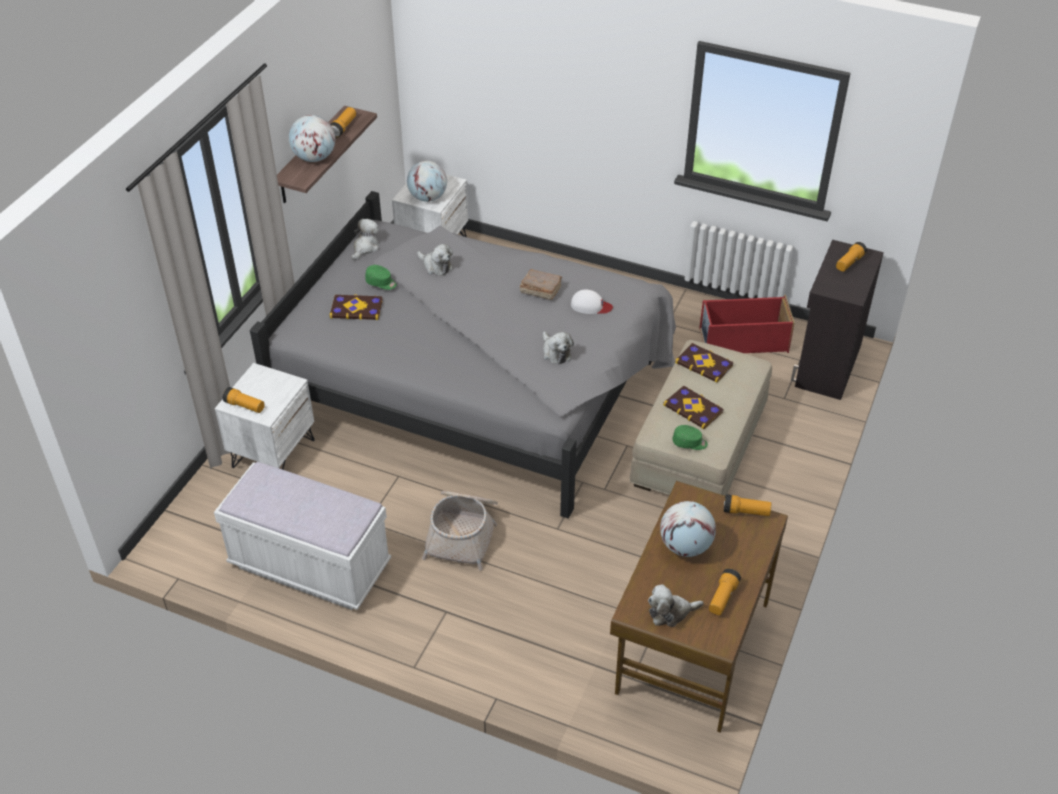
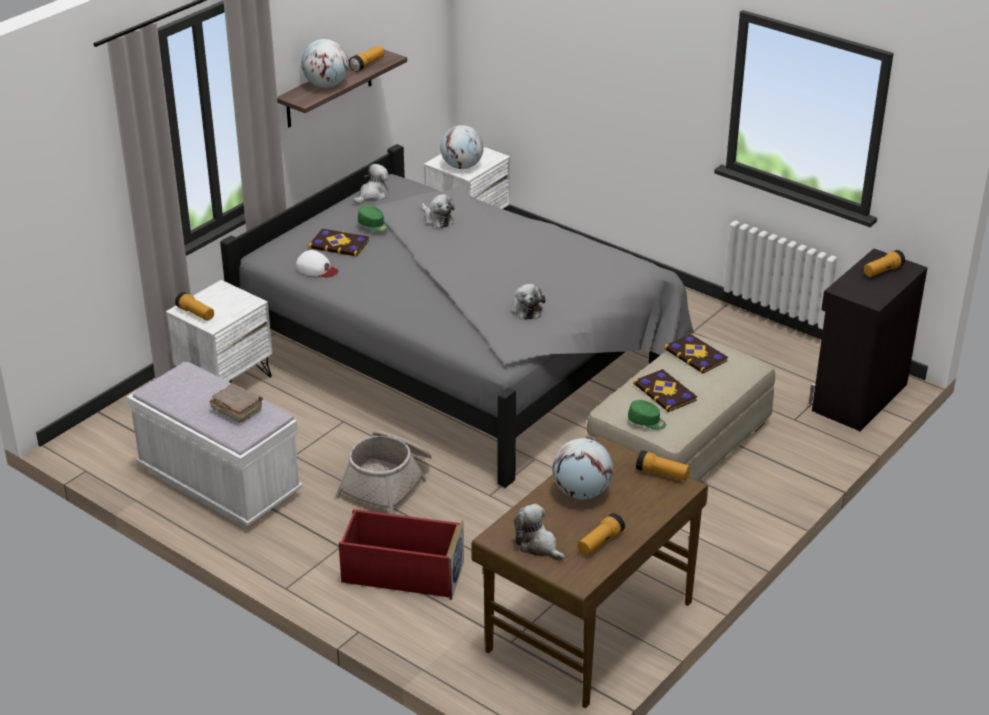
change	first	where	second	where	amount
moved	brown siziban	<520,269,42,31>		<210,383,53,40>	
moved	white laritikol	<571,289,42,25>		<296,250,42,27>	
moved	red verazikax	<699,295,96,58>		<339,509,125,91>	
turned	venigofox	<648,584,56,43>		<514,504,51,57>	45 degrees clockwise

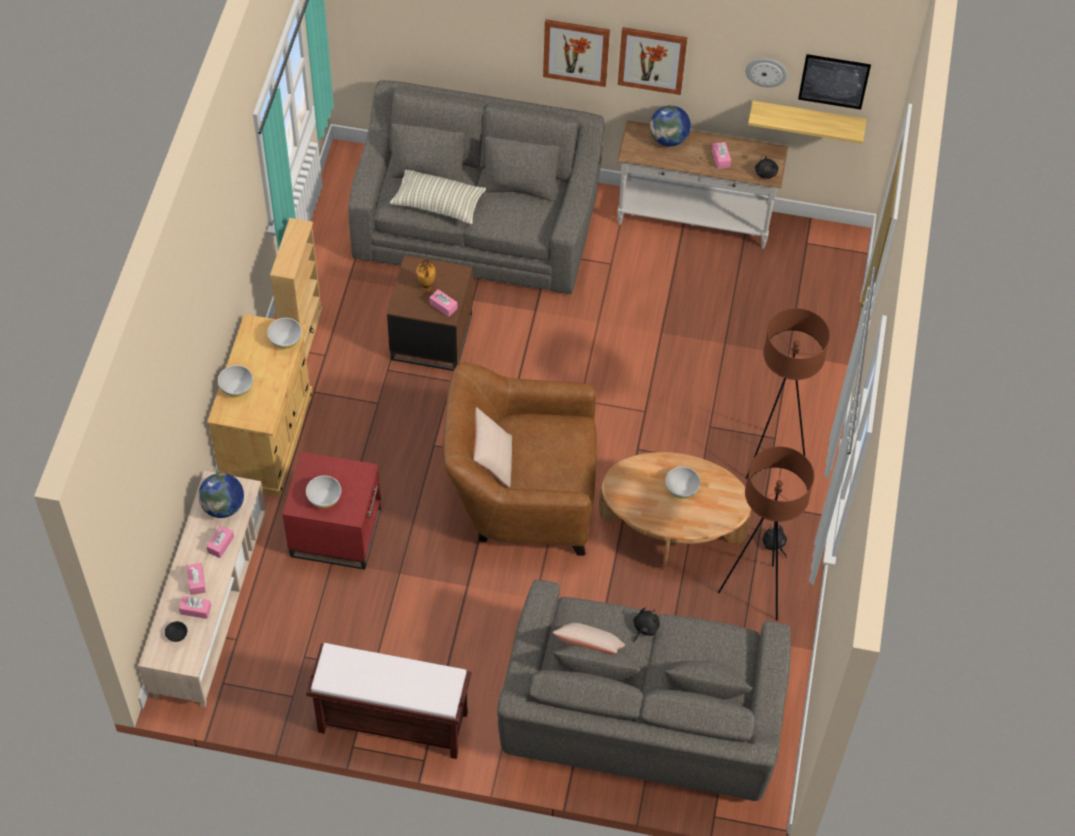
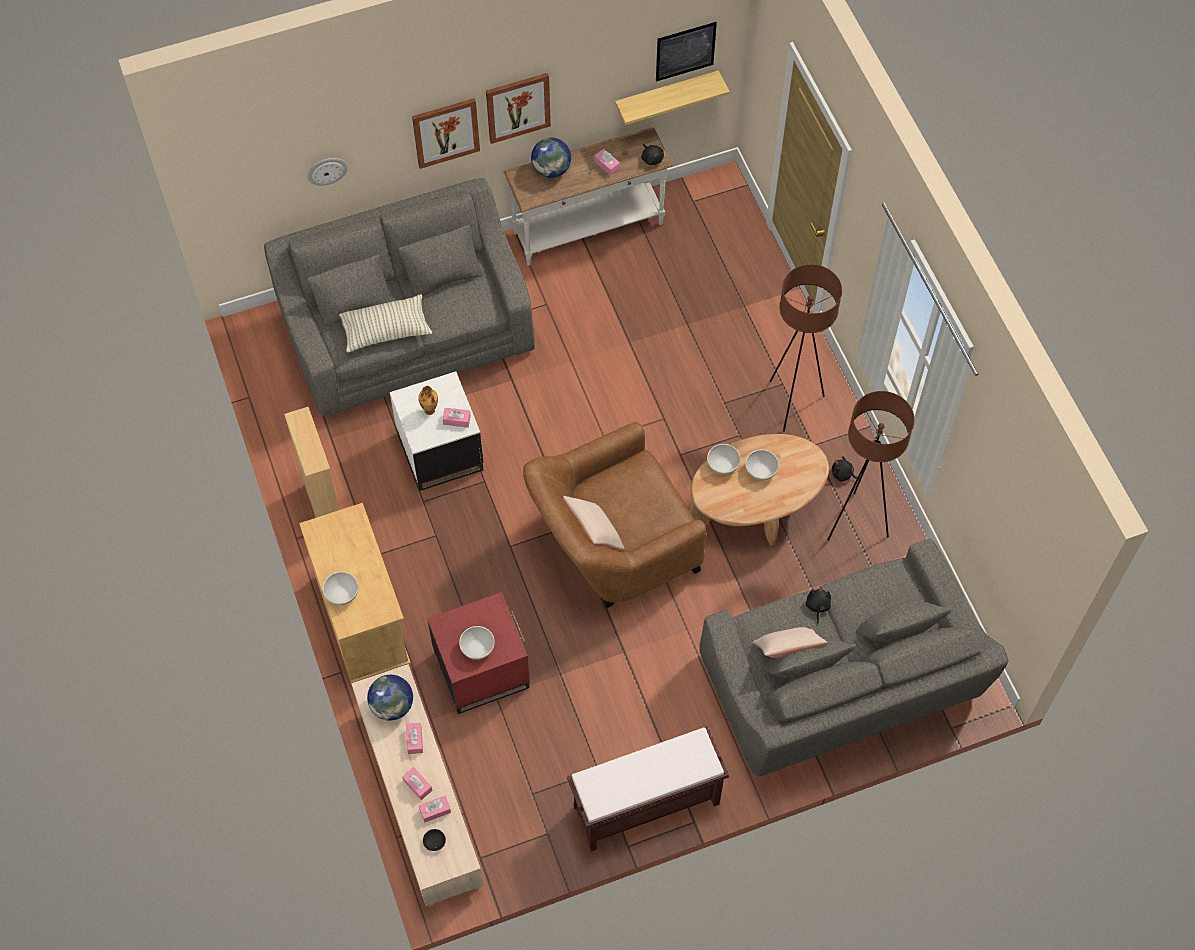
change	first	where	second	where	amount
moved	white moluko	<267,318,35,31>		<707,444,33,31>	
moved	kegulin	<746,58,41,29>		<307,158,41,28>	
recoloured	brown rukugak	<387,255,86,116>	white rukugak	<390,371,94,120>	

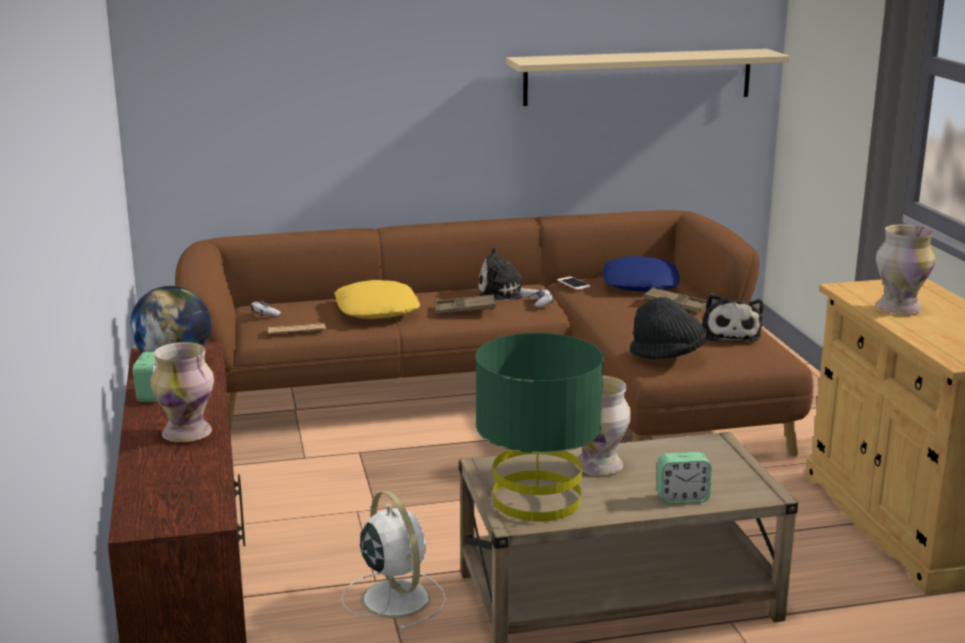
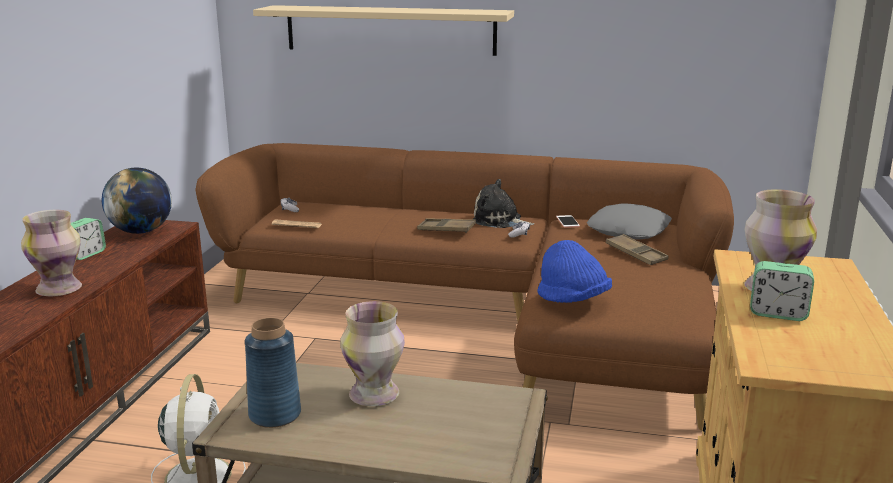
change	first	where	second	where	amount
removed	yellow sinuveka	<334,280,86,39>			
removed	venigofox	<702,293,61,48>			
moved	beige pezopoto	<506,49,284,57>		<253,5,261,51>	
moved	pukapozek	<657,452,55,52>		<750,261,64,60>	
replaced	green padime	<476,333,128,189>	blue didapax	<245,318,56,110>	
recoloured	blue sinuveka	<603,256,77,36>	grey sinuveka	<587,203,85,37>	
recoloured	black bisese	<630,297,78,62>	blue bisese	<537,240,75,63>	

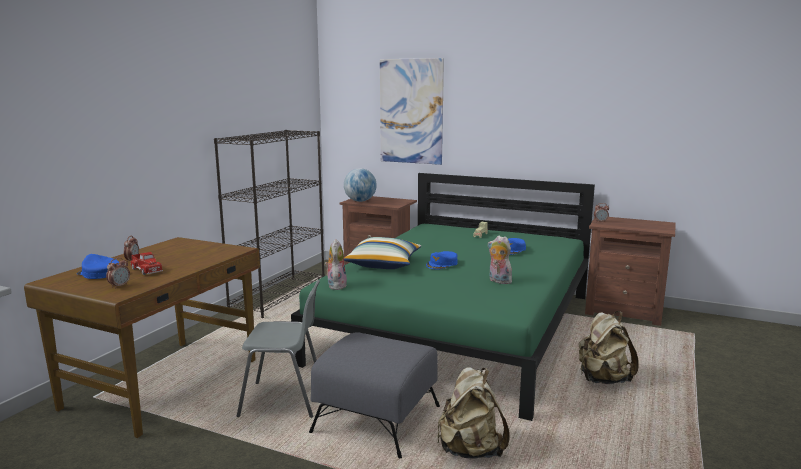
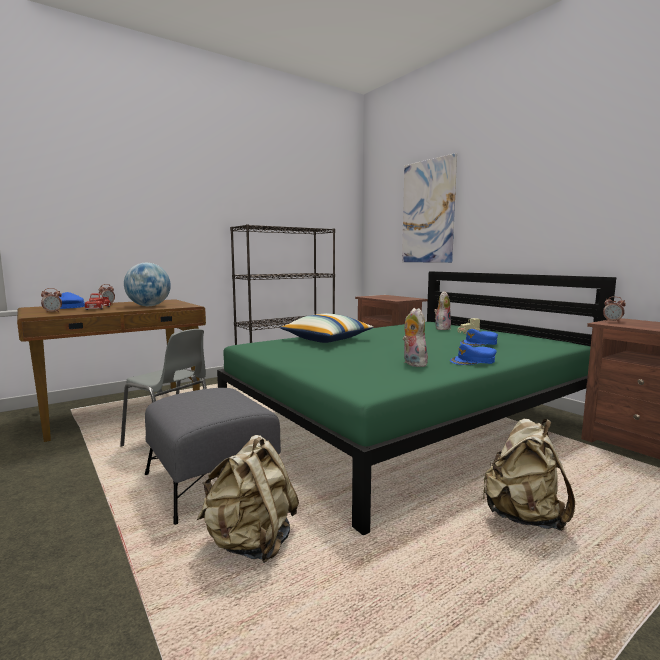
change	first	where	second	where	amount
moved	venigofox	<324,239,23,51>		<434,291,17,39>	
moved	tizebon	<344,168,33,34>		<124,263,47,43>	
moved	blue laritikol	<426,251,32,19>		<450,344,47,21>	

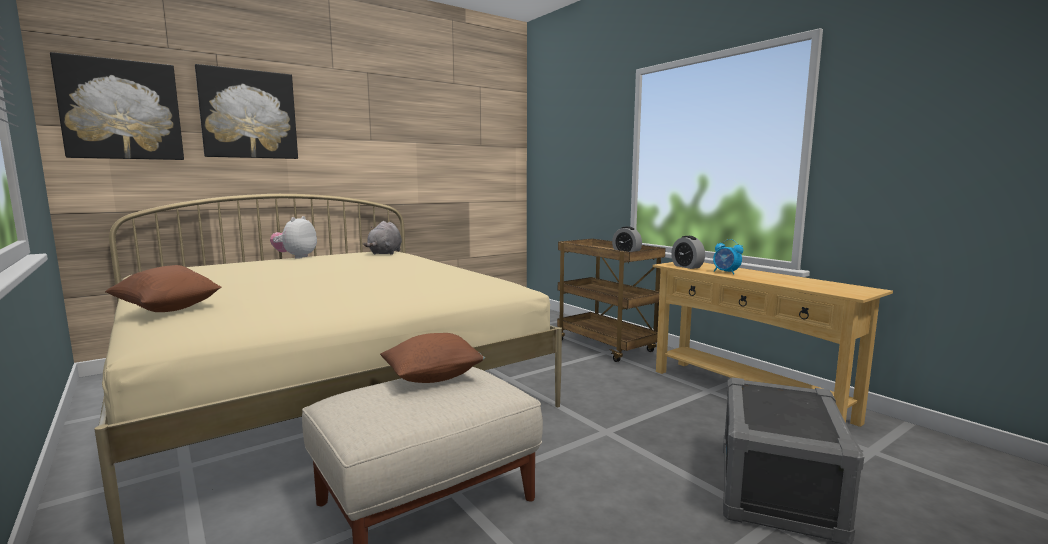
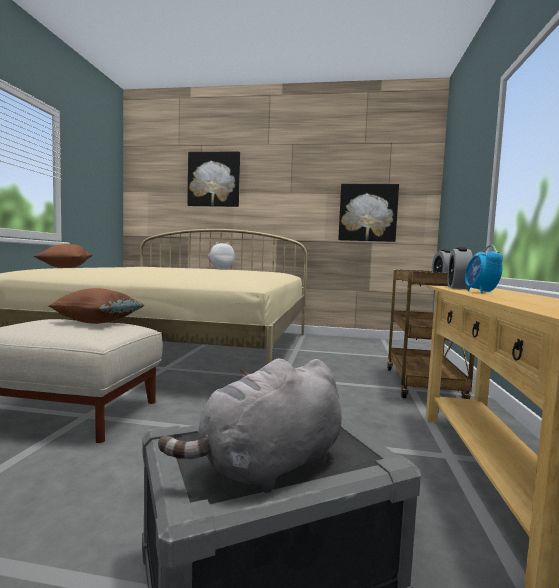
change	first	where	second	where	amount
moved	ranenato	<50,52,134,108>		<338,184,61,58>	
moved	grey venigofox	<363,221,39,34>		<158,358,184,135>	

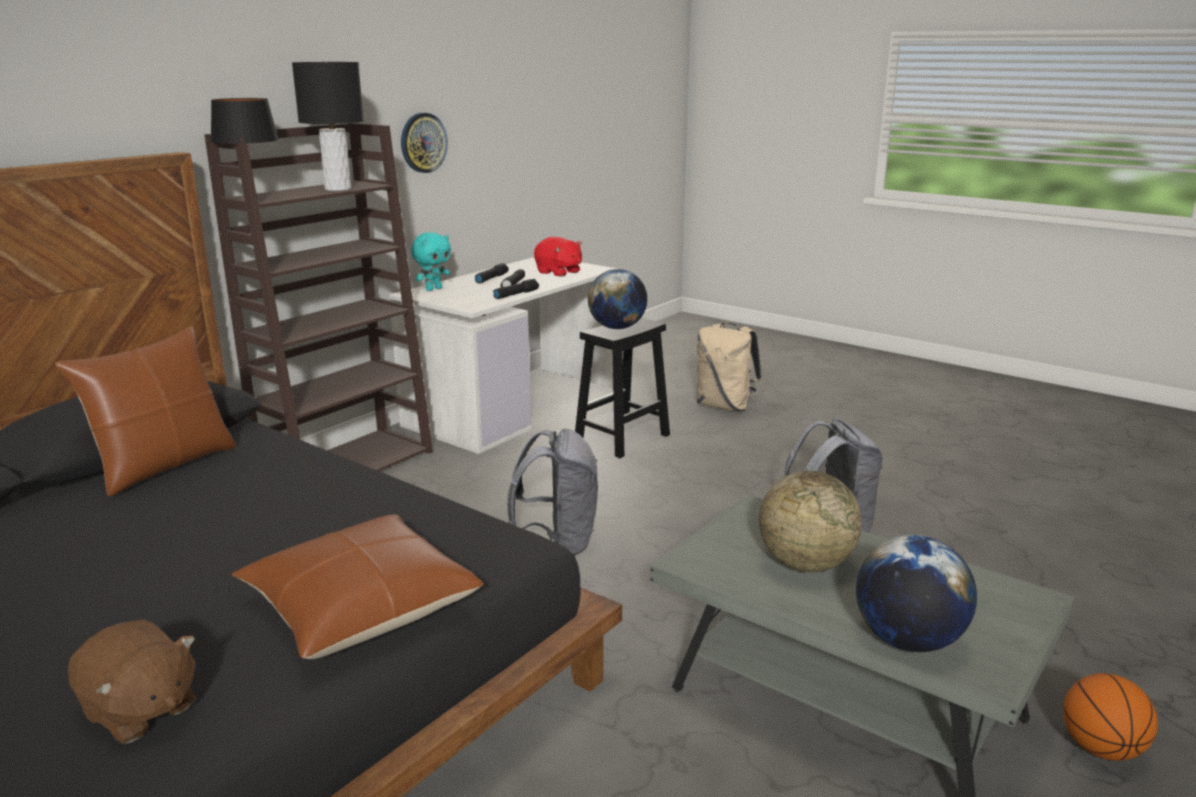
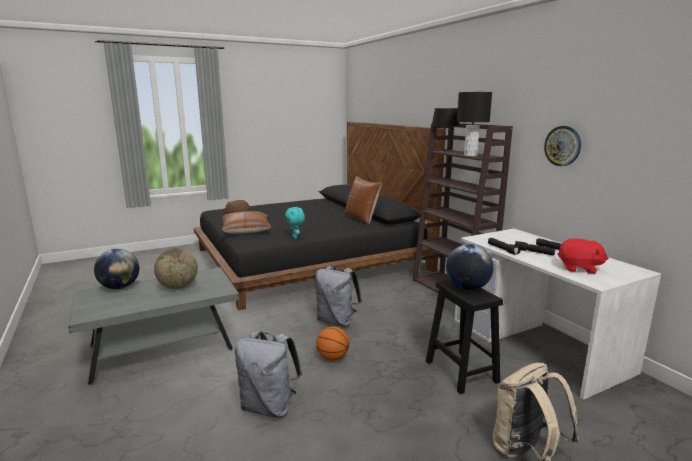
change	first	where	second	where	amount
moved	turquoise venigofox	<411,232,40,59>		<285,207,20,32>	
moved	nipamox	<1063,673,95,88>		<316,326,33,35>	
turned	red venigofox	<534,237,48,40>		<557,238,52,36>	135 degrees counterclockwise

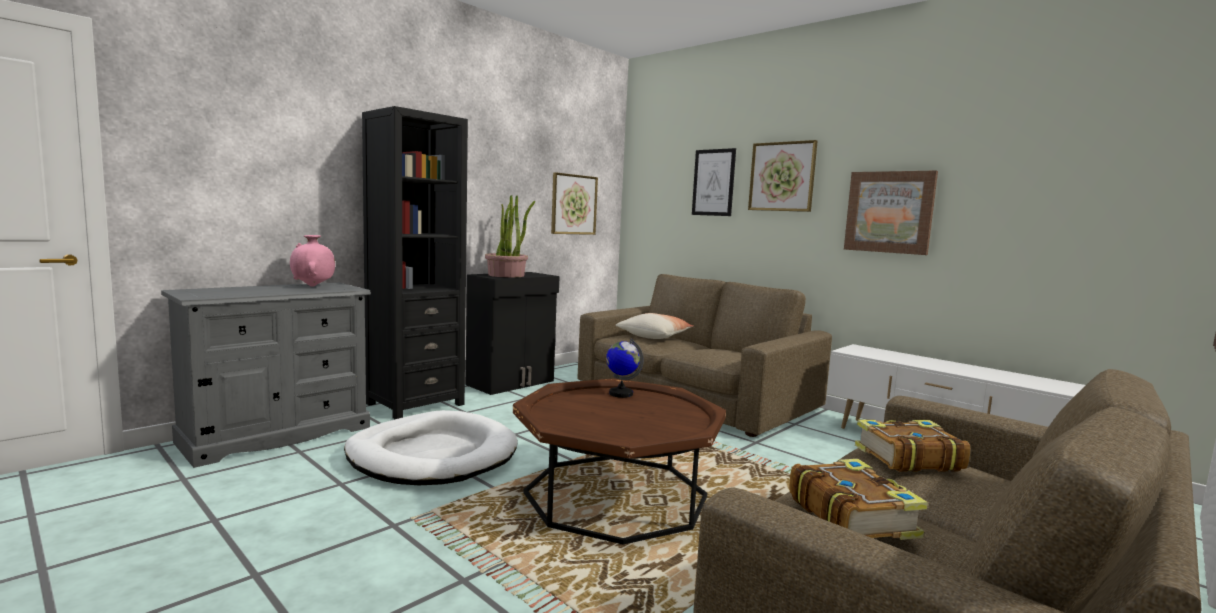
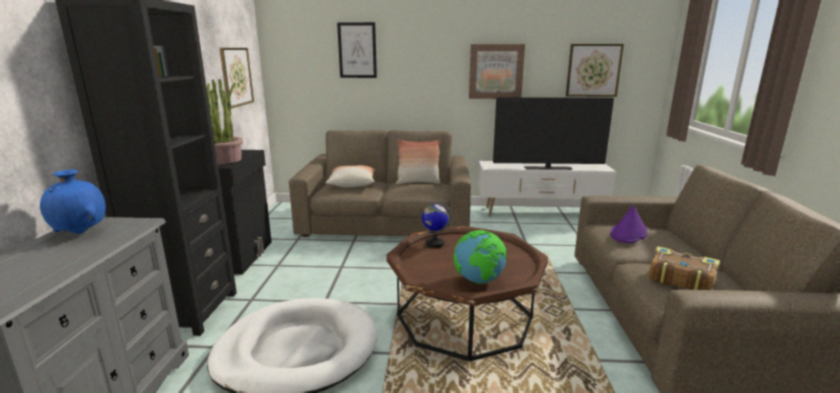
change	first	where	second	where	amount
added			sinuveka	<396,139,45,45>	
added			tizebon	<453,230,54,54>	
added			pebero	<493,97,121,73>	
moved	ranenato	<748,140,70,72>		<566,44,58,53>	
replaced	siziban	<855,420,115,52>	purple bisese	<610,205,38,38>	
recoloured	pink didapax	<290,235,45,52>	blue didapax	<40,169,66,65>	

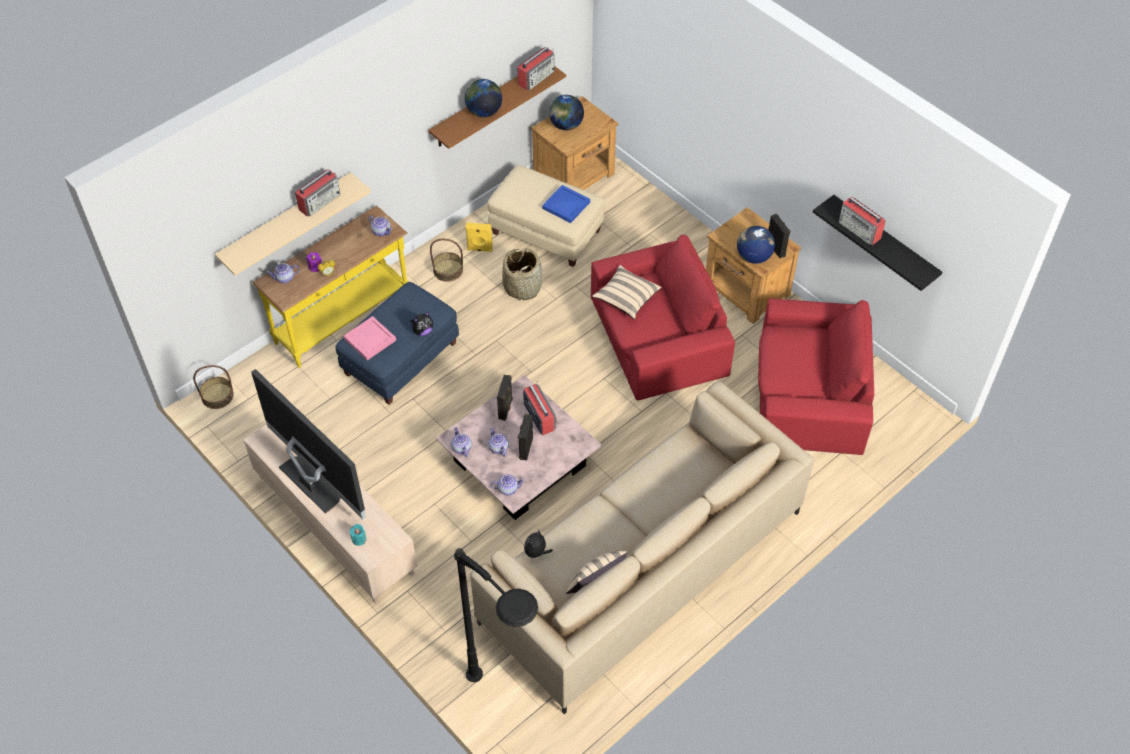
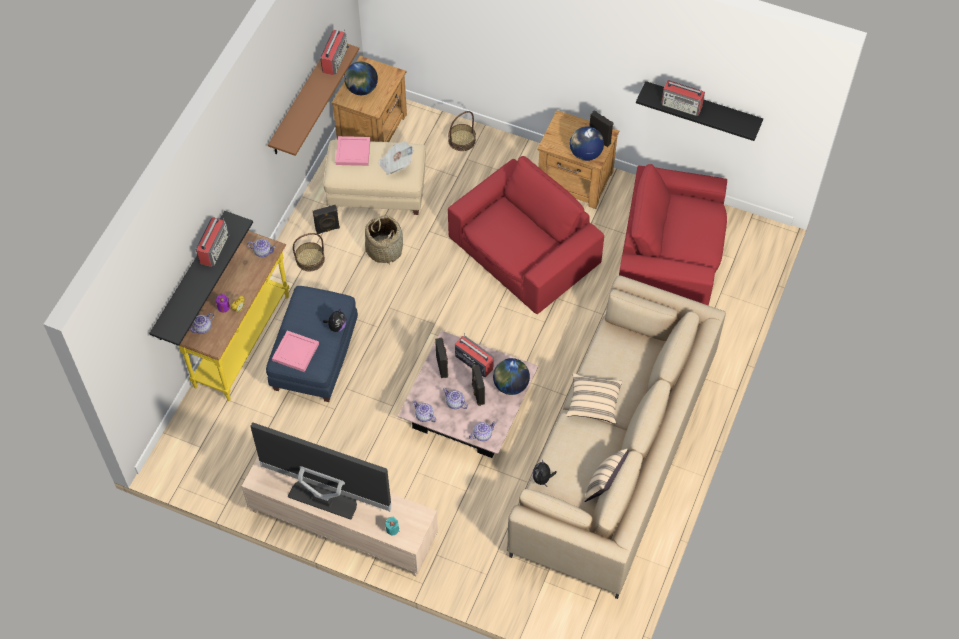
change	first	where	second	where	amount
removed	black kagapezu	<454,548,84,134>			
added			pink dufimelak	<336,136,34,30>	
moved	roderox	<193,365,41,44>		<448,111,28,40>	
moved	tizebon	<465,79,37,38>		<493,358,37,37>	
moved	beige sinuveka	<592,265,70,54>		<566,373,56,51>	
replaced	blue dufimelak	<542,185,48,38>	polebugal	<378,141,36,34>	
recoloured	beige pezopoto	<215,172,156,103>	black pezopoto	<149,211,104,135>	
recoloured	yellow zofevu	<465,223,28,29>	black zofevu	<313,205,27,29>	
turned	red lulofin	<758,299,116,156>		<619,164,108,142>	150 degrees counterclockwise

